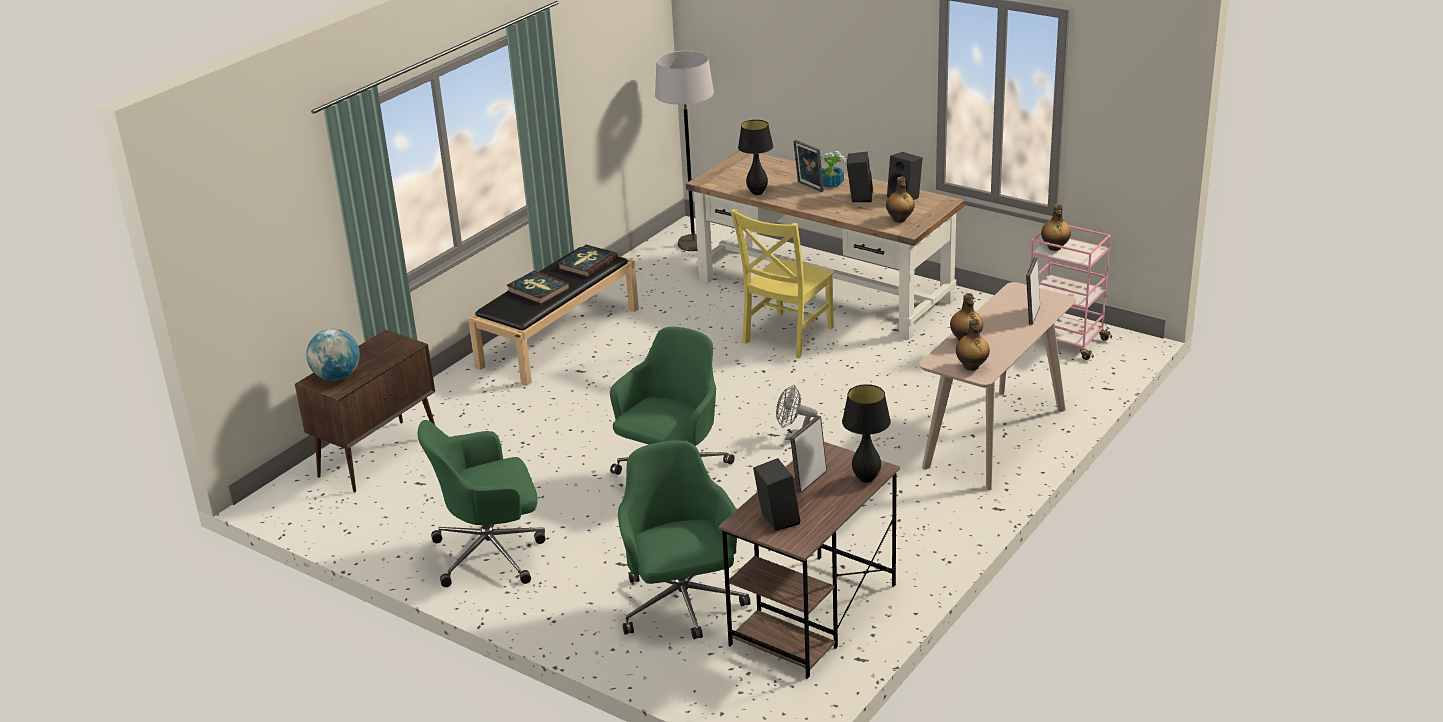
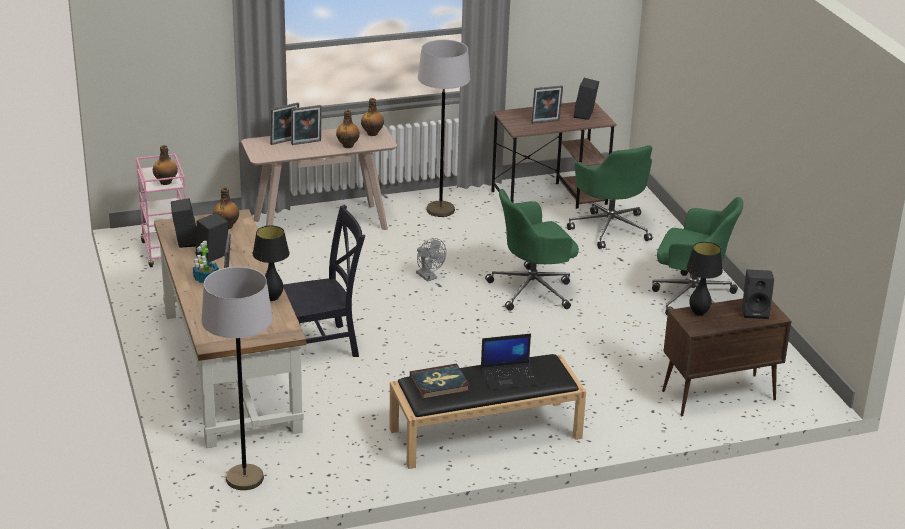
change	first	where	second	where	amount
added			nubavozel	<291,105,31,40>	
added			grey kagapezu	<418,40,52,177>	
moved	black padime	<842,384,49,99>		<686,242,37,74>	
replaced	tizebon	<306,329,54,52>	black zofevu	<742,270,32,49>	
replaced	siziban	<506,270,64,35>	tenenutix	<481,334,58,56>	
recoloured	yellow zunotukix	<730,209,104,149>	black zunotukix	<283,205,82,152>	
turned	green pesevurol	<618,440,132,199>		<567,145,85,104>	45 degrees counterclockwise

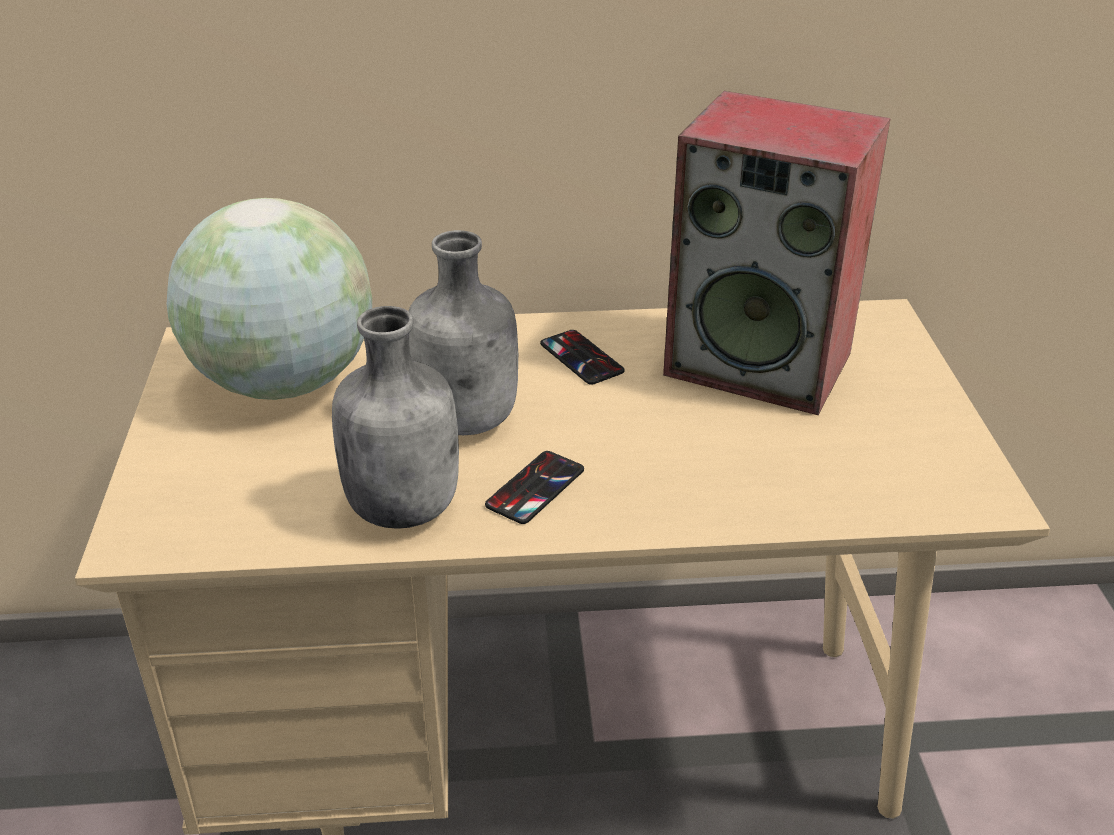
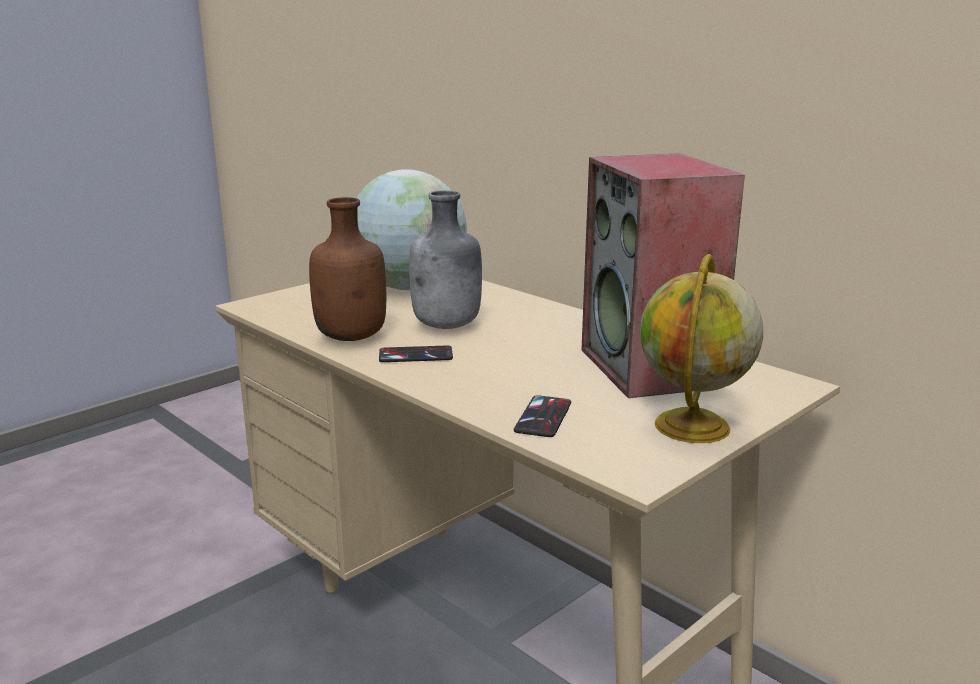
change	first	where	second	where	amount
added			tizebon	<640,254,123,189>	
moved	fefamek	<540,330,85,55>		<514,395,57,42>	
recoloured	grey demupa	<332,306,127,223>	brown demupa	<309,197,77,144>	

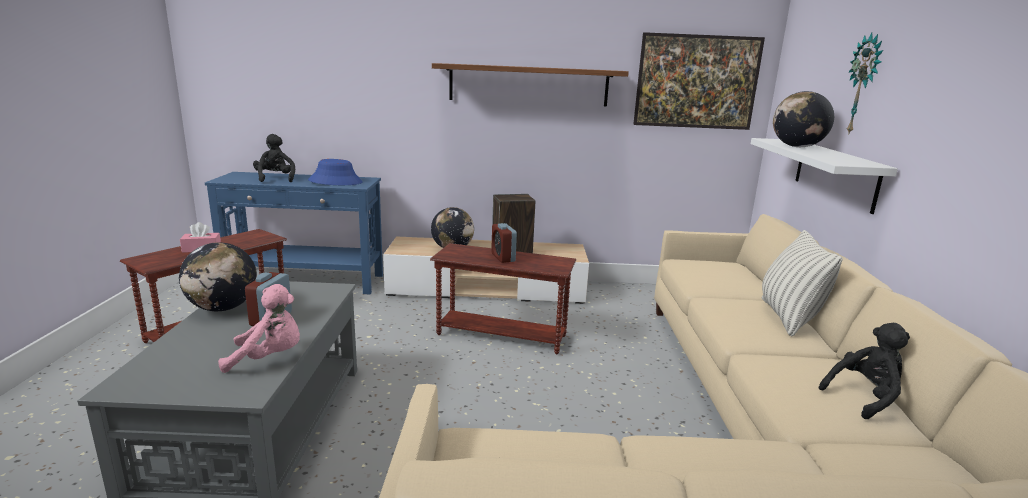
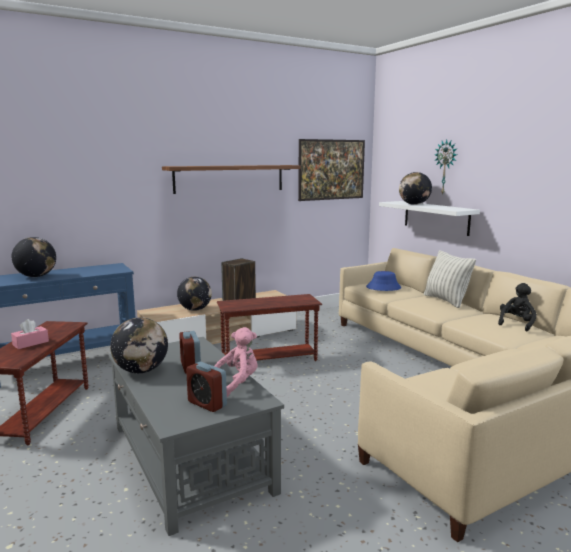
change	first	where	second	where	amount
moved	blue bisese	<308,159,55,26>		<366,271,35,20>	
moved	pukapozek	<491,223,26,40>		<186,362,41,50>	
replaced	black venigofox	<253,134,42,48>	tizebon	<12,237,44,40>	

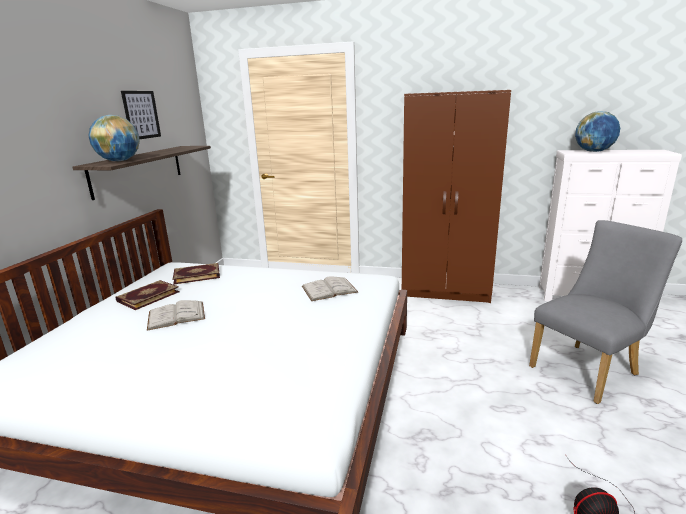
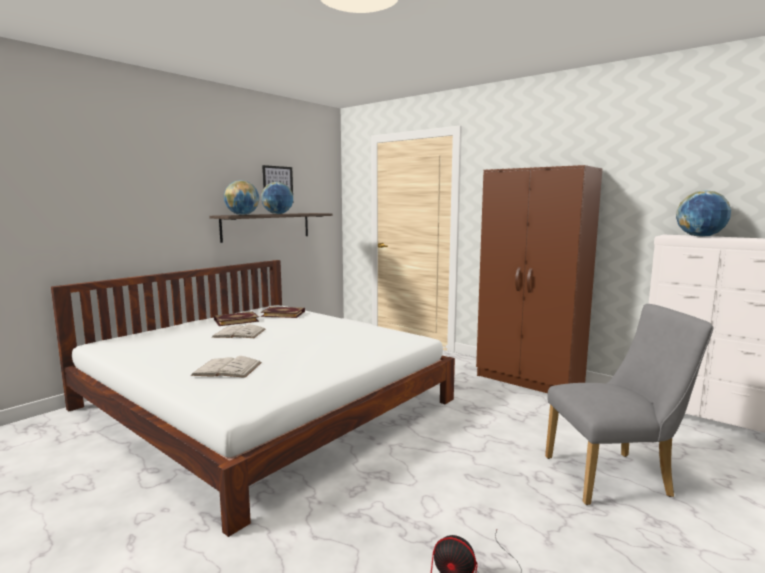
change	first	where	second	where	amount
added			tizebon	<261,182,32,32>	
moved	white siziban	<302,276,56,25>		<191,356,71,22>	

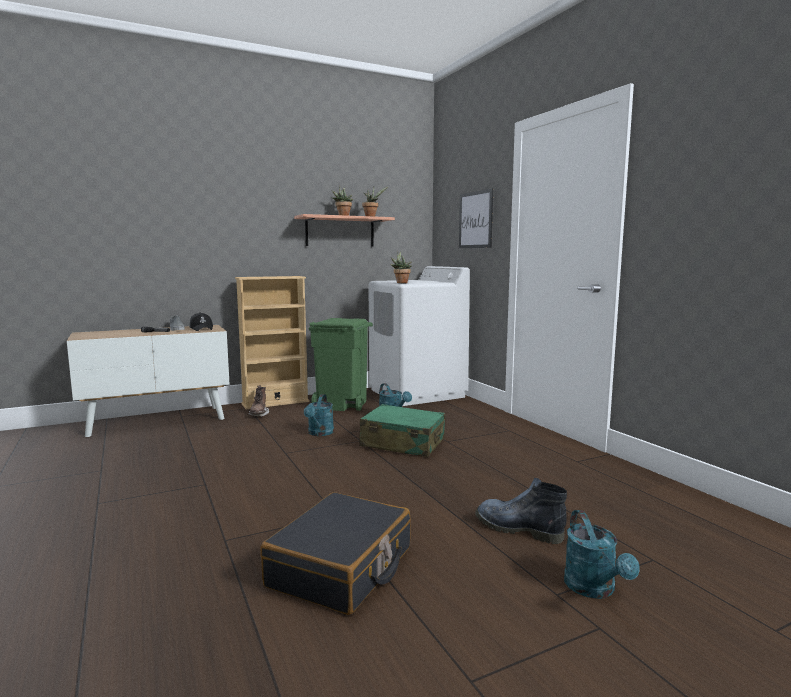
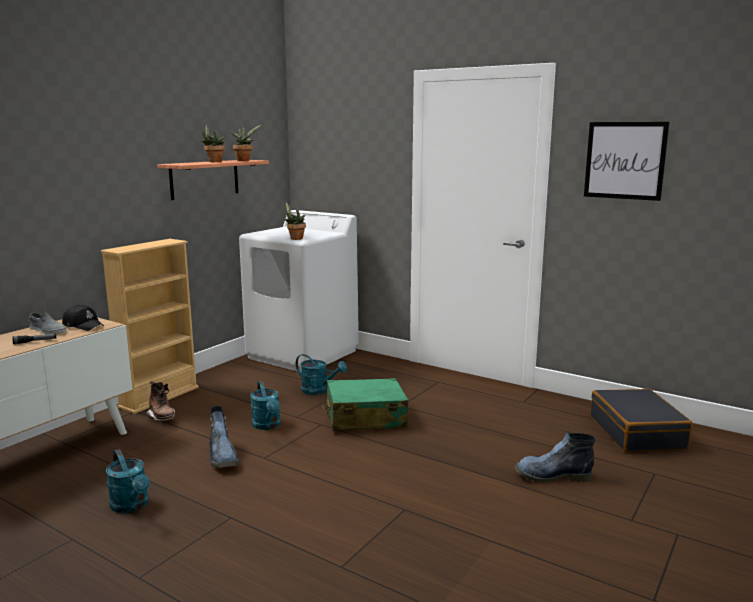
change	first	where	second	where	amount
removed	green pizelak	<309,318,64,93>			
added			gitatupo	<209,406,30,62>	
moved	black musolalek	<260,492,151,123>		<590,389,103,63>	
moved	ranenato	<459,189,34,59>		<584,122,86,79>	
moved	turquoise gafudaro	<564,510,76,89>		<106,449,44,64>	

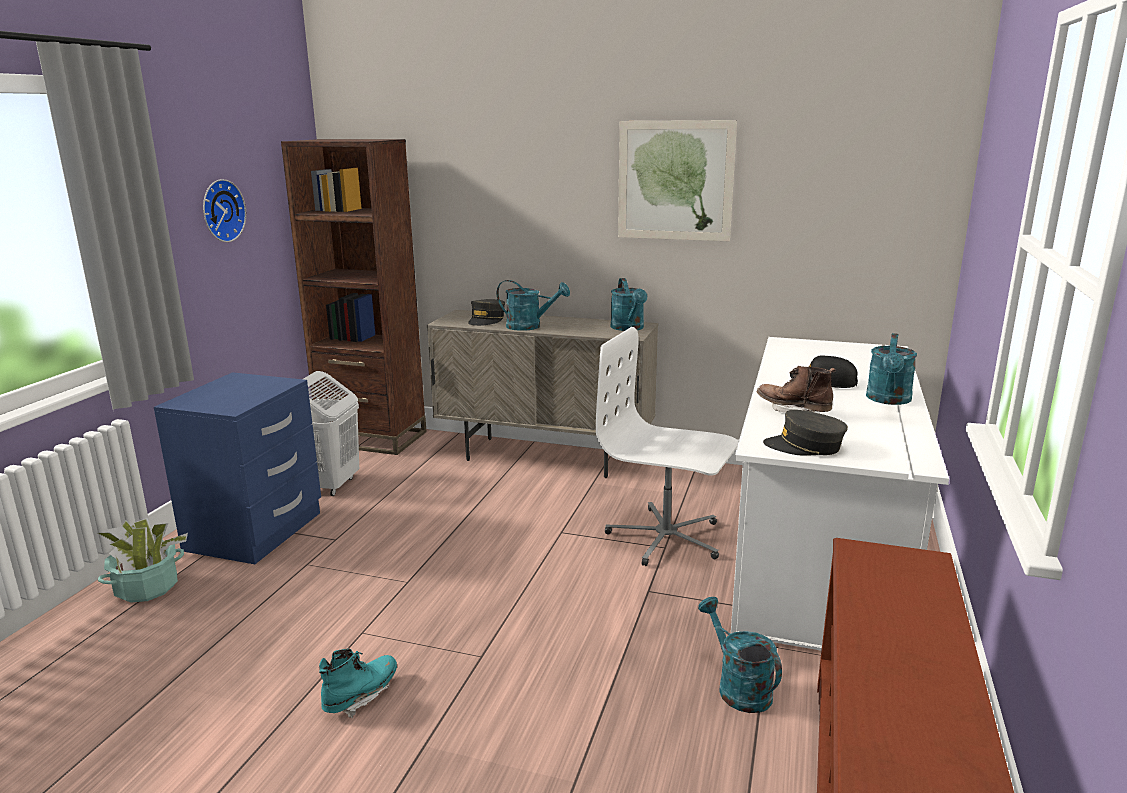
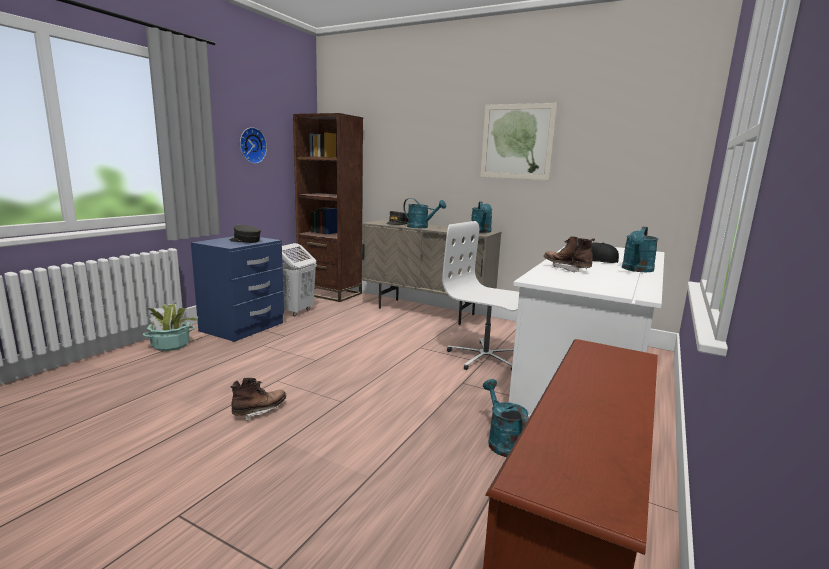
change	first	where	second	where	amount
moved	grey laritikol	<763,410,85,46>		<229,225,32,18>	
recoloured	turquoise gitatupo	<319,649,78,69>	brown gitatupo	<230,378,56,43>	

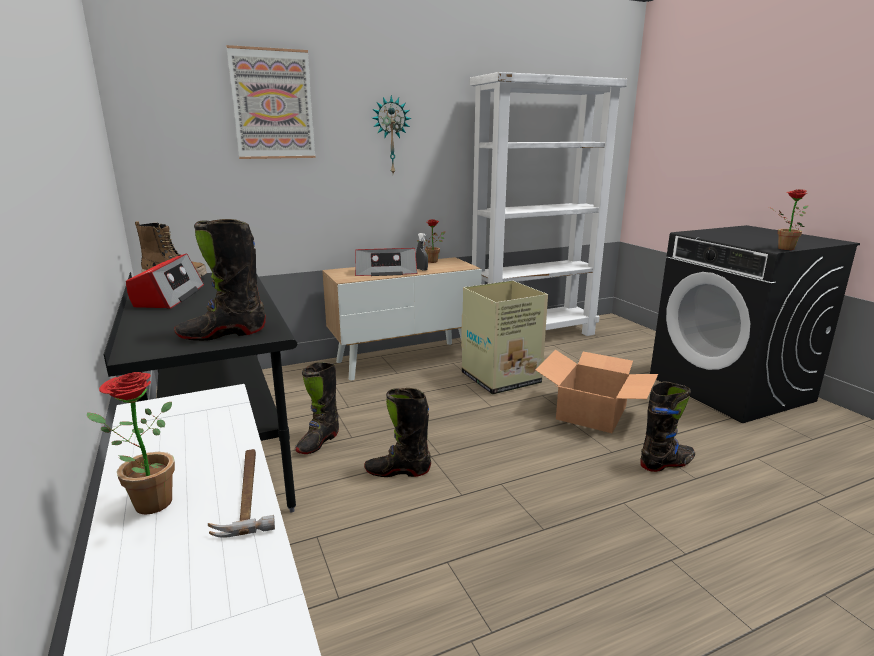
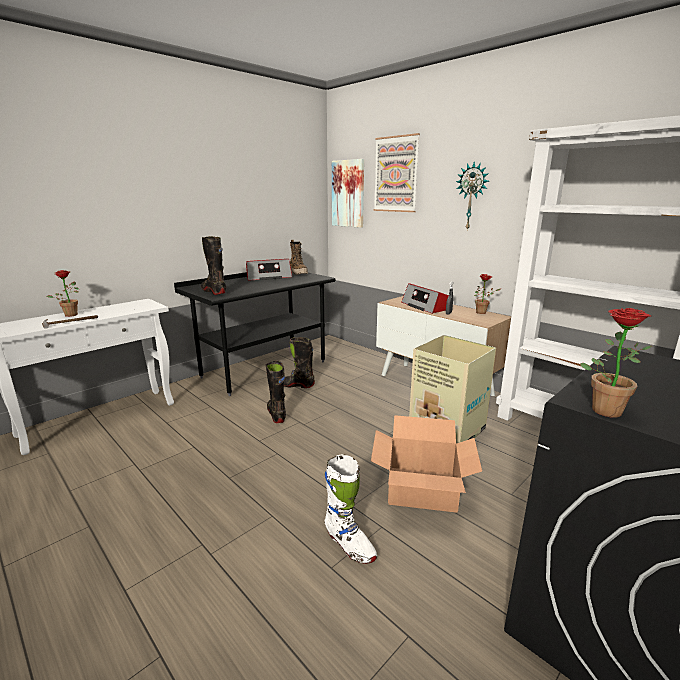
change	first	where	second	where	amount
added			ranenato	<332,159,32,69>	
recoloured	black gitatupo	<640,381,55,91>	white gitatupo	<325,454,52,110>	

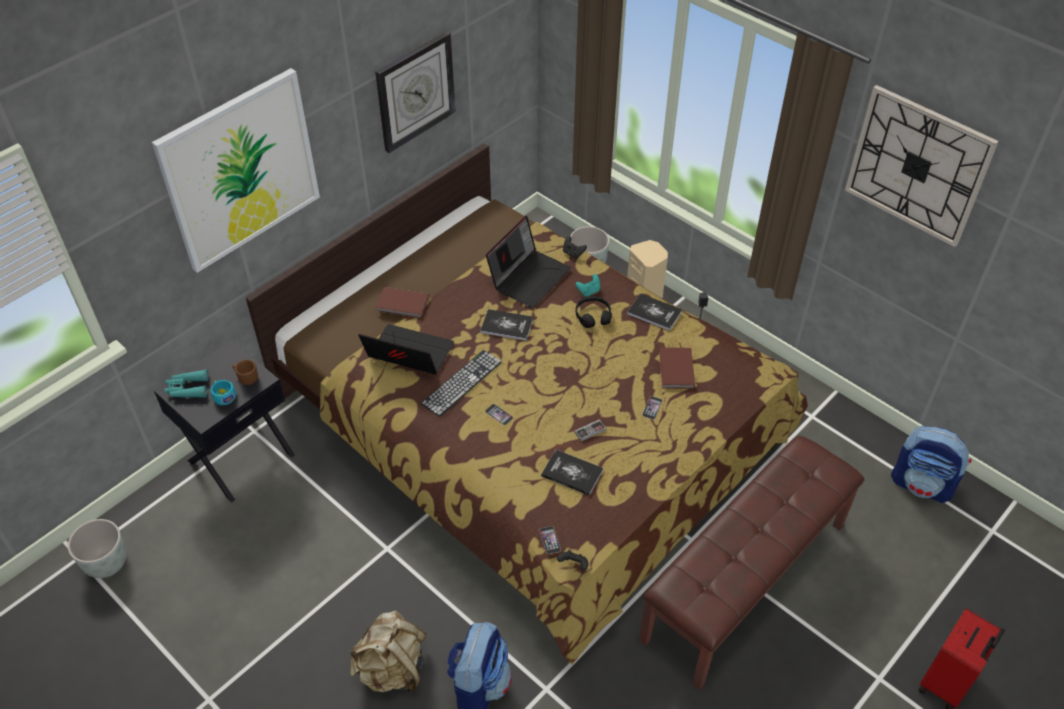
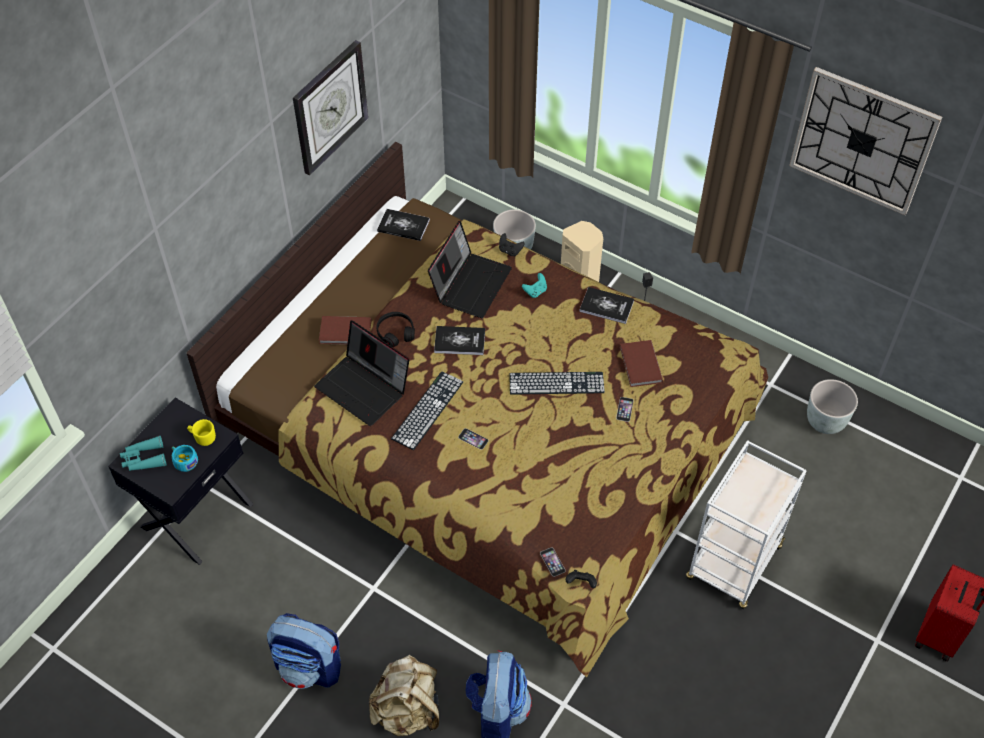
change	first	where	second	where	amount
removed	ranenato	<152,68,168,205>			
removed	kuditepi	<575,419,31,22>			
added			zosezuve	<509,372,96,22>	
moved	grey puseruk	<68,519,58,59>		<807,379,51,55>	
moved	siziban	<541,450,62,46>		<377,209,53,32>	
moved	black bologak	<576,296,36,32>		<376,312,39,35>	
moved	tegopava	<891,426,80,77>		<267,613,74,76>	
replaced	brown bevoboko	<639,436,225,254>	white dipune	<686,440,121,169>	
recoloured	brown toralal	<232,360,26,25>	yellow toralal	<187,419,29,27>	
turned	tenenutix	<358,324,96,51>		<314,320,95,106>	150 degrees counterclockwise

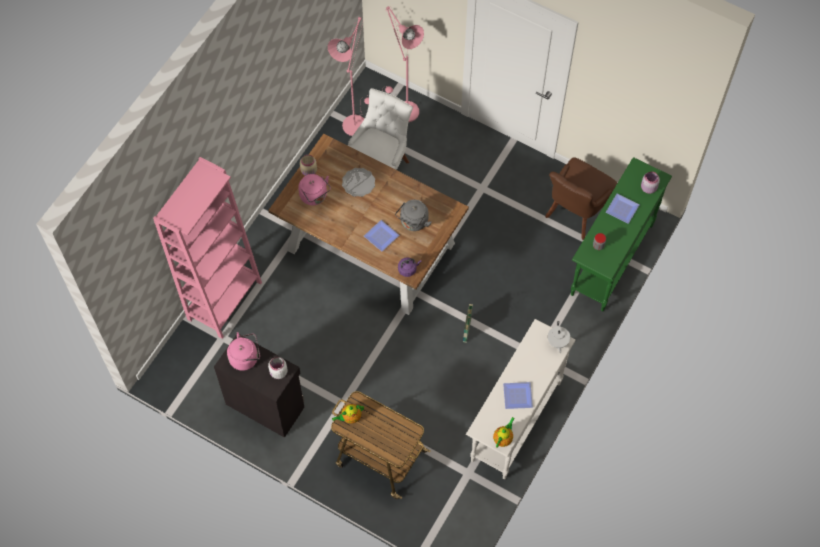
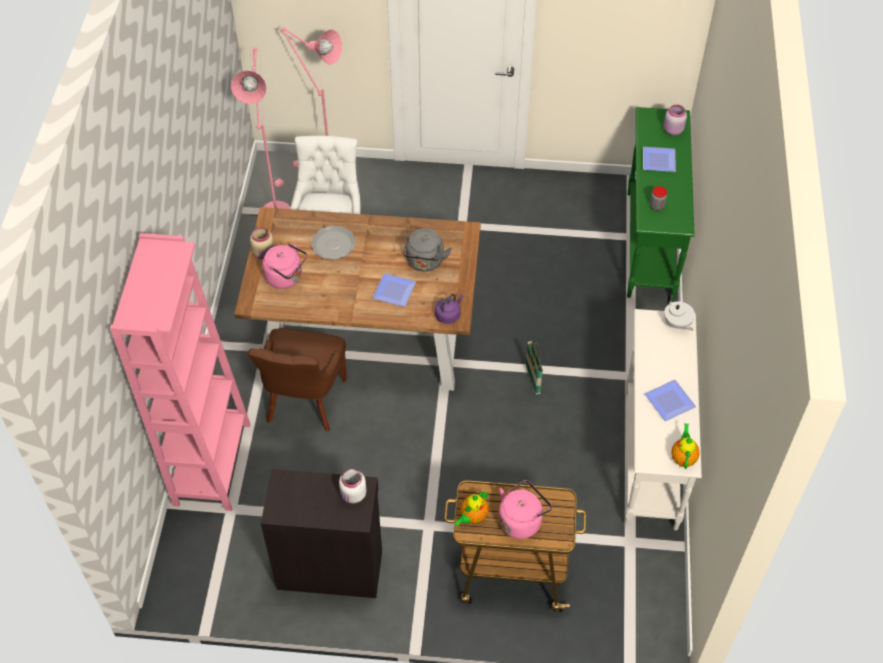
change	first	where	second	where	amount
moved	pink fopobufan	<227,332,33,39>		<499,480,53,59>	
moved	brown zunotukix	<545,157,72,83>		<248,328,99,104>	

